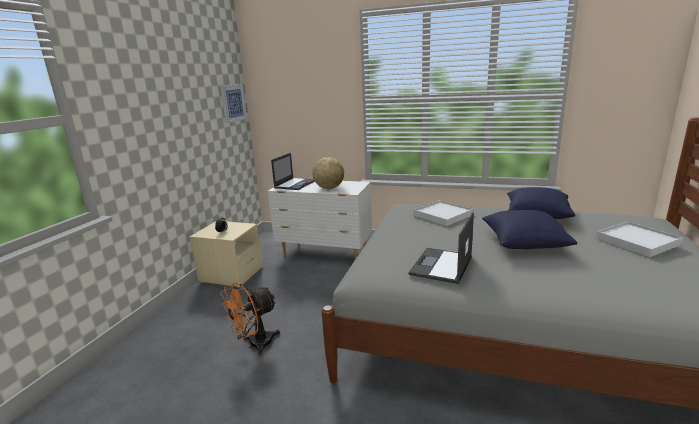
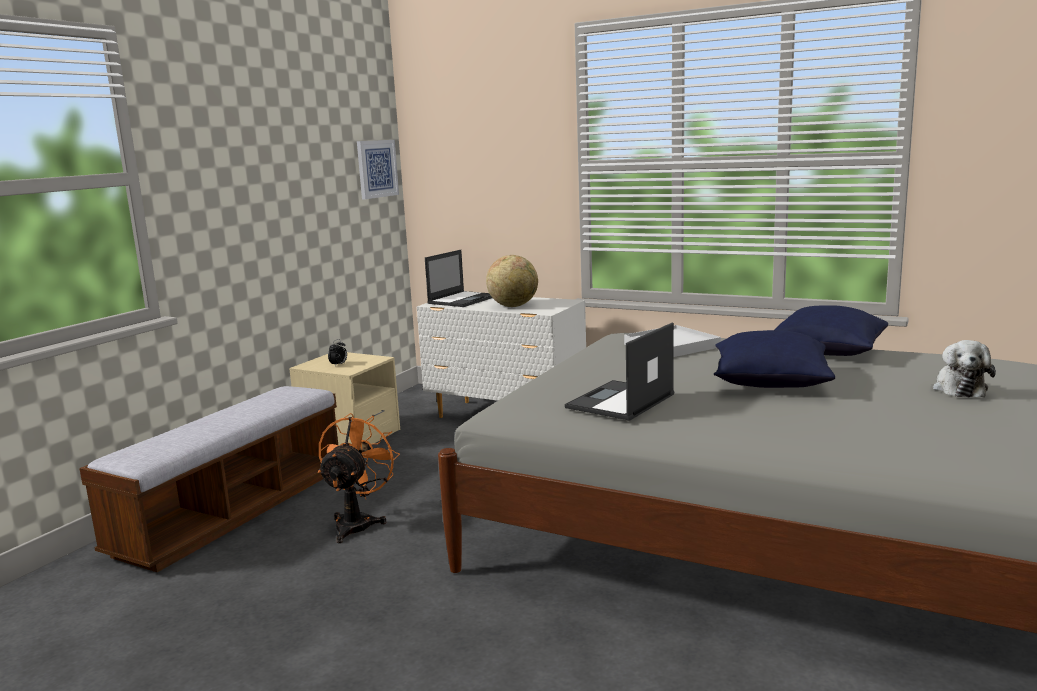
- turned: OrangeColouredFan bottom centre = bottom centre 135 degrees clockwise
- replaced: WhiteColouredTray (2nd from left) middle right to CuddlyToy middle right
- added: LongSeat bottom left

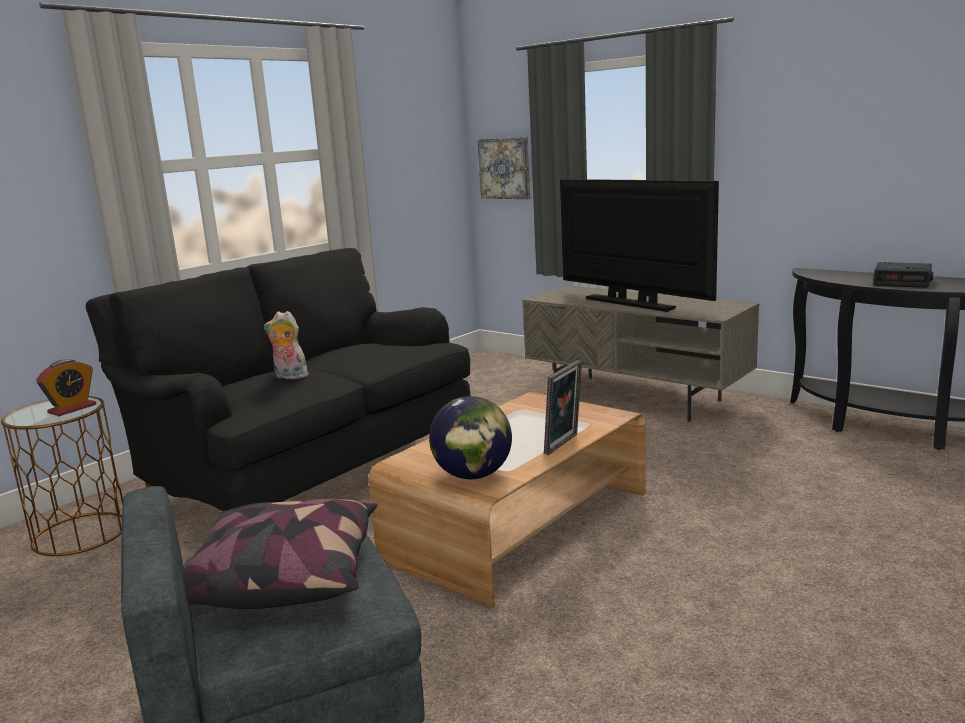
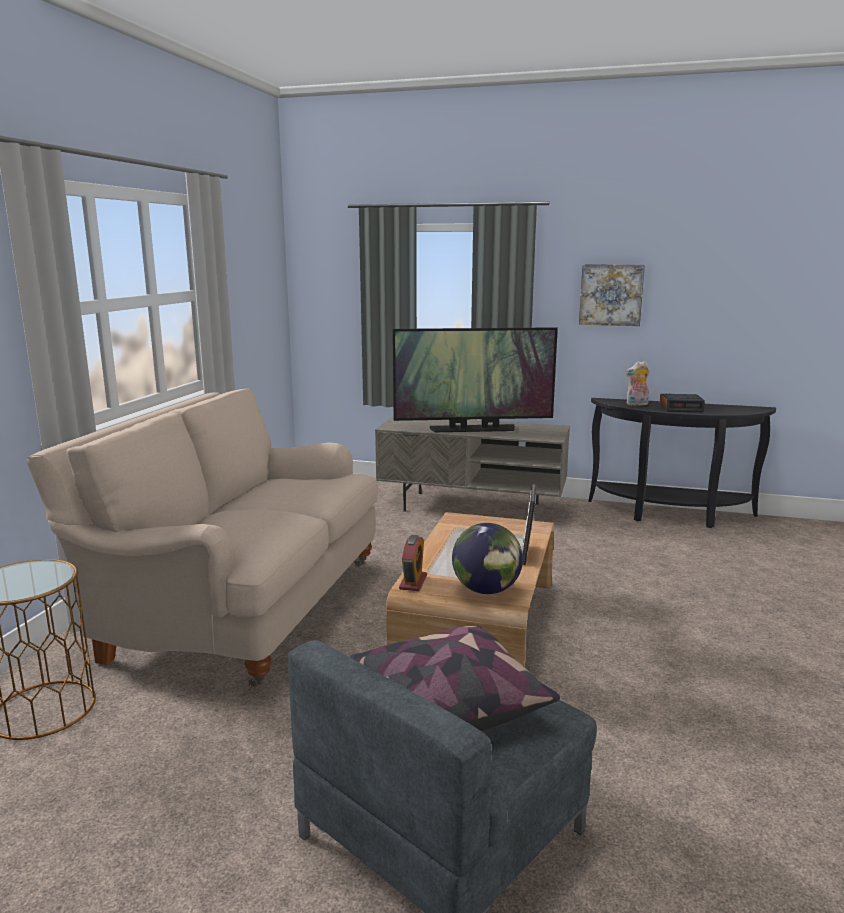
- moved: BedsideClock (1st from left) middle left to centre
- recoloured: BlackSofa middle left to SandColouredSofa middle left
- moved: CuddlyToy middle left to middle right
- moved: WallPicture top centre to top right
- turned: TvSet centre = centre 150 degrees clockwise

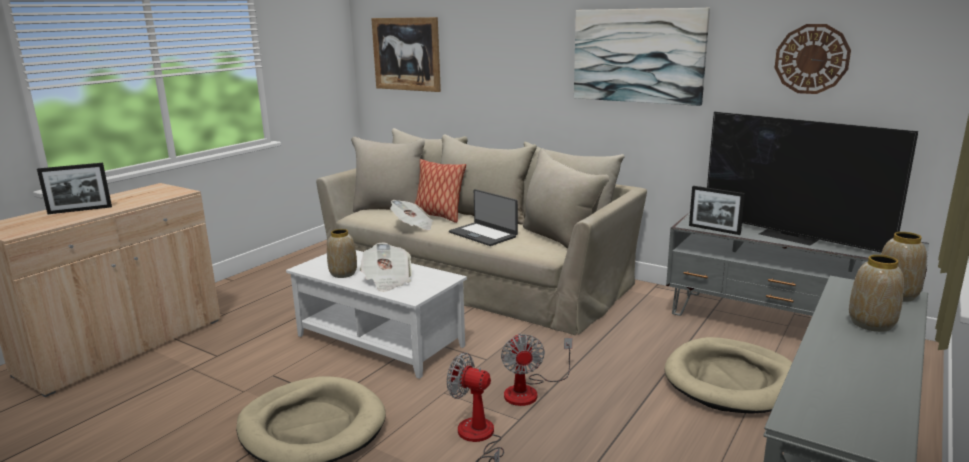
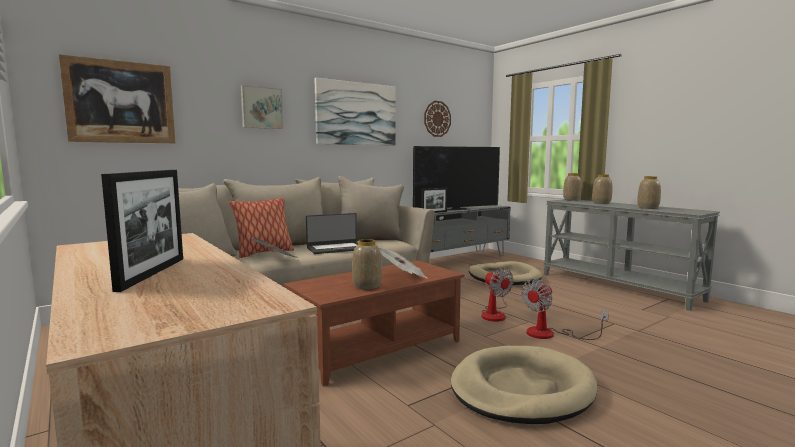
- recoloured: WhiteColouredLoungeTable bottom centre to BrownishLoungeTable bottom centre
- turned: Fan (2nd from left in the first image) bottom centre = centre 45 degrees clockwise
- added: WallPicture (2nd from left) top left
- added: Vase (4th from left) middle right

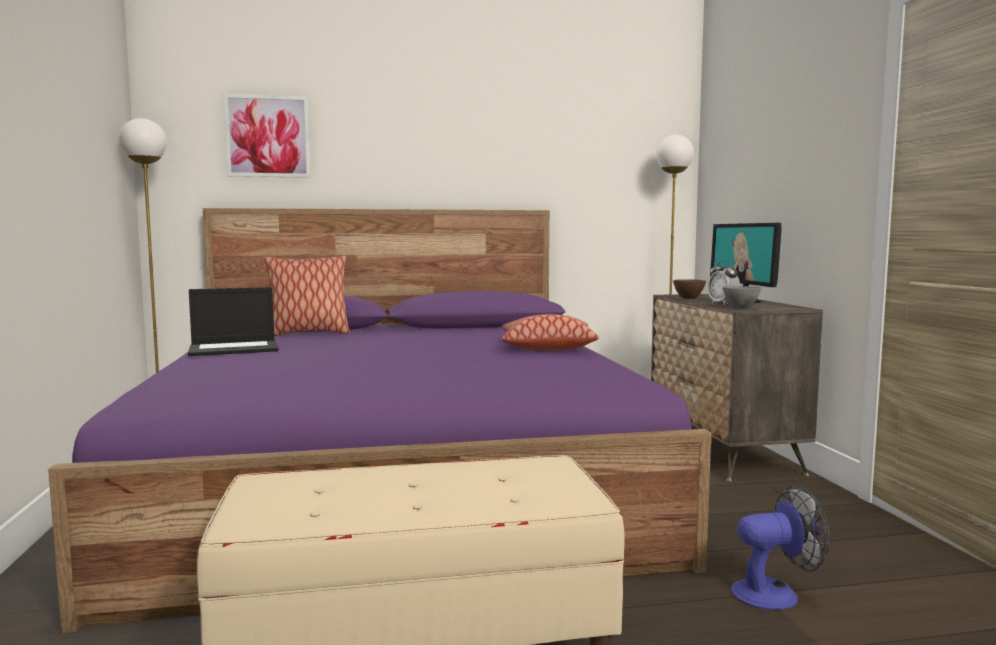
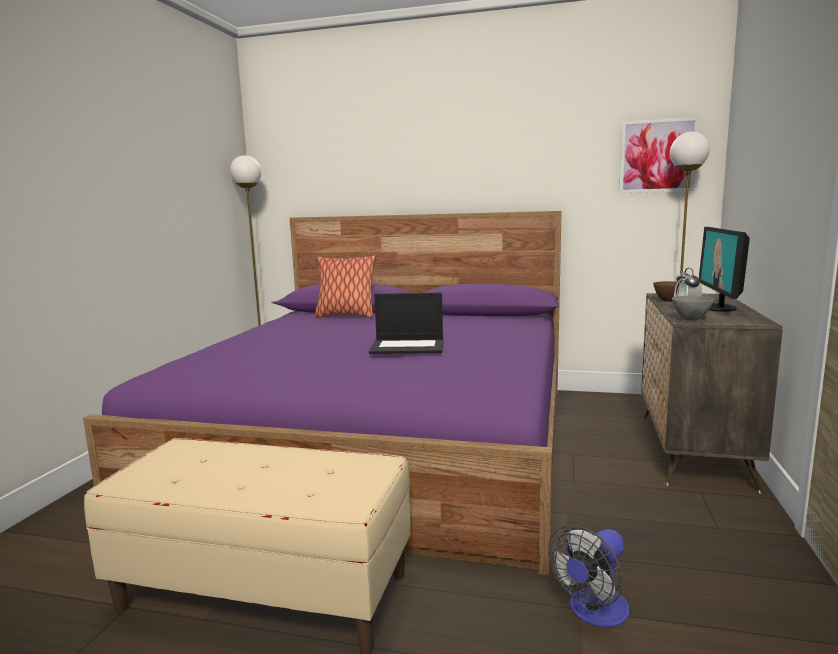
- moved: NotebookComputer middle left to centre
- moved: WallPicture top left to top right
- removed: Pillow (2nd from left) centre
- turned: Fan bottom right = bottom right 120 degrees clockwise

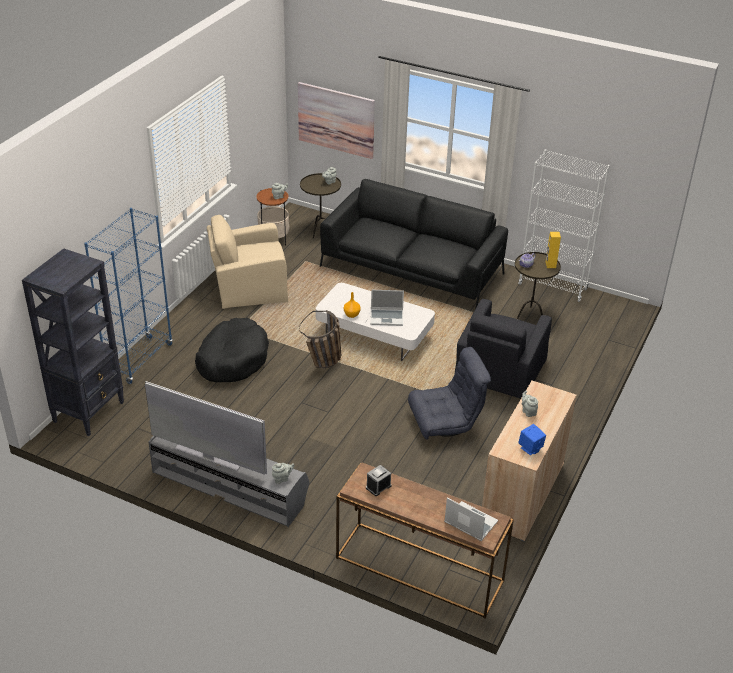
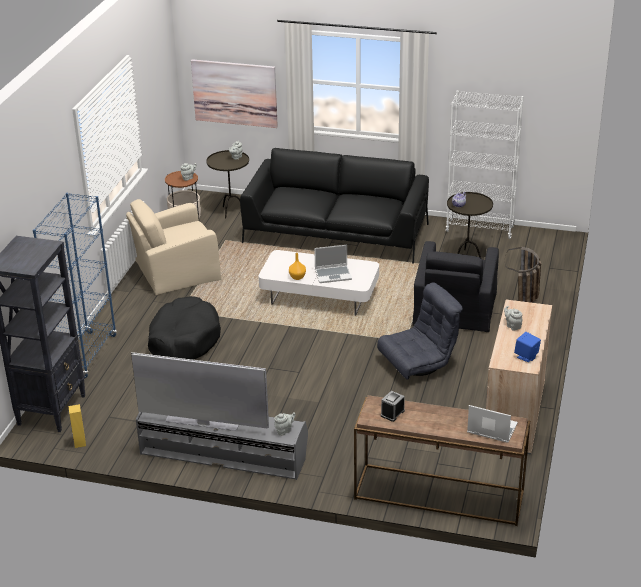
- moved: Basket centre to middle right
- moved: YellowColouredLoudspeaker middle right to bottom left

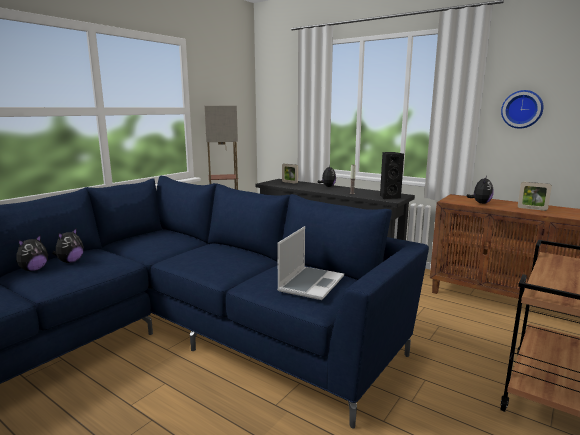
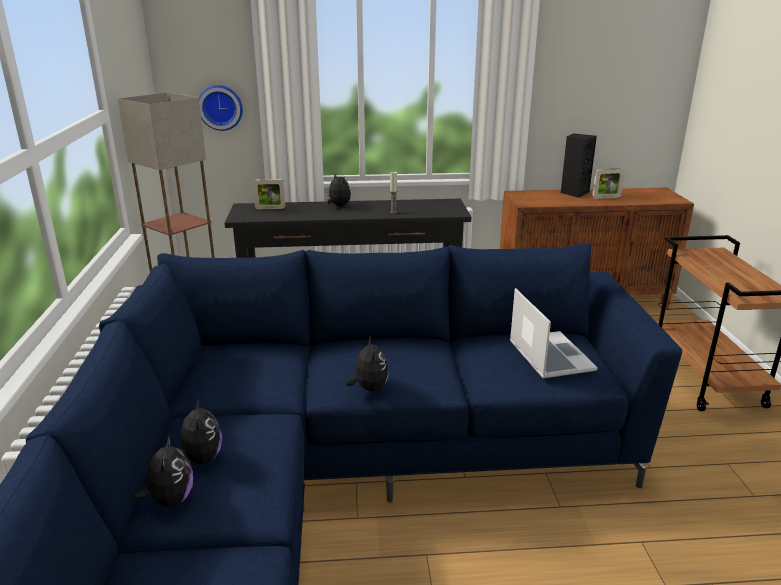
- moved: BlackLoudspeaker middle right to top right
- moved: CuddlyToy (4th from left) middle right to centre
- moved: HangingClock top right to top left

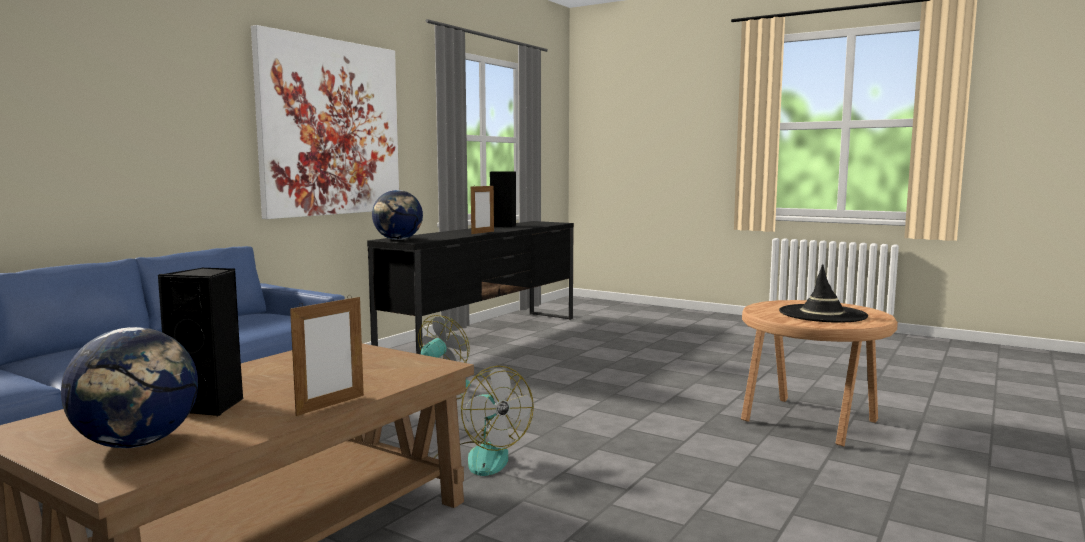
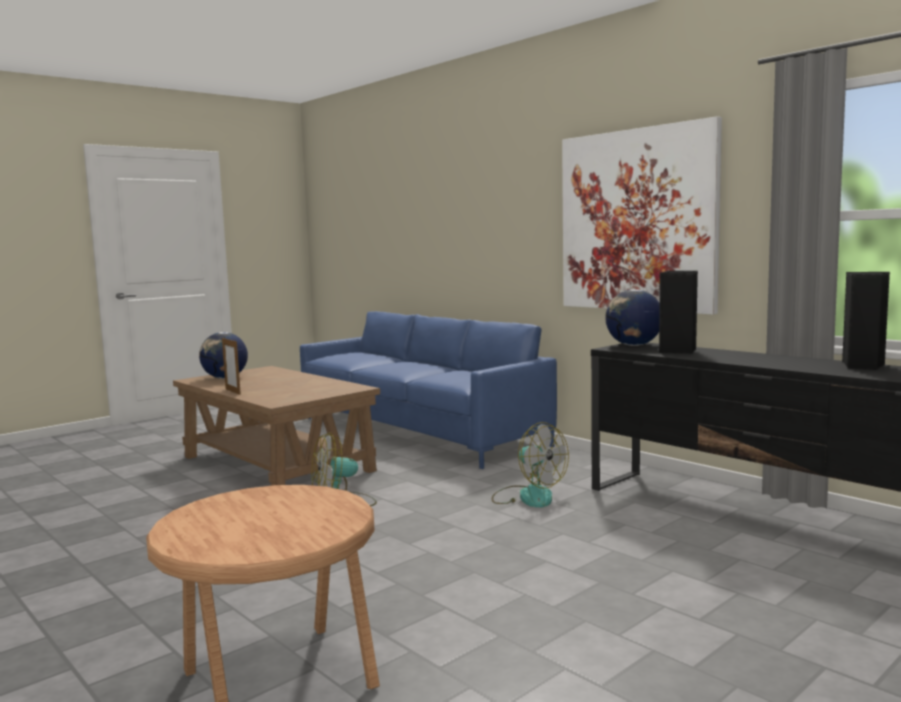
- moved: BlackLoudspeaker (1st from left) middle left to middle right
- removed: PhotoFrame (2nd from left) centre
- removed: BlackHat middle right

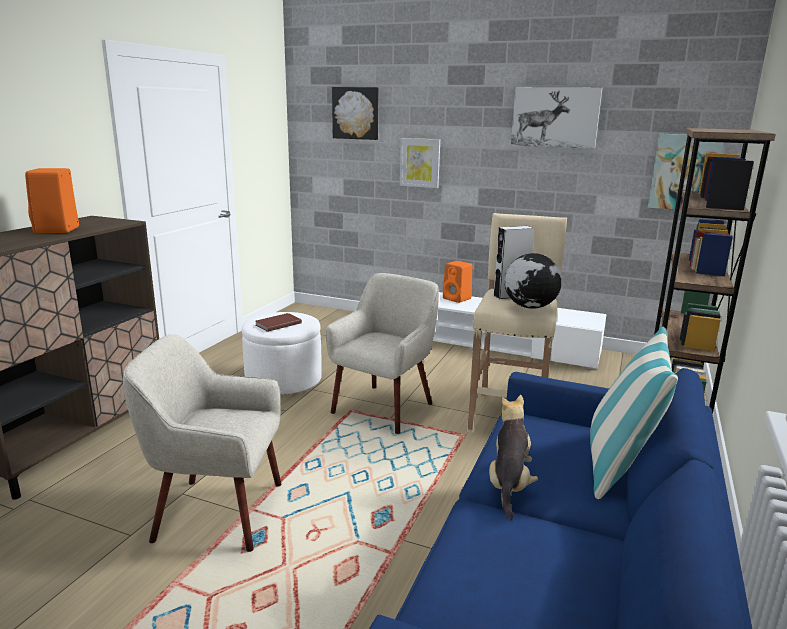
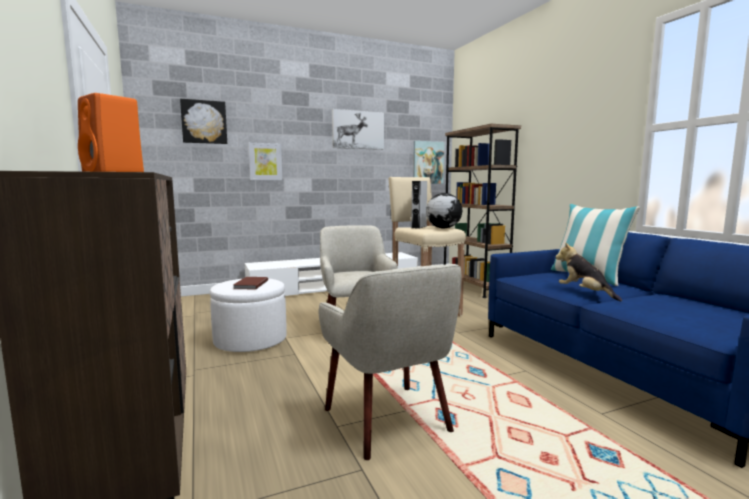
- turned: SandColouredArmchair (1st from left in the first image) bottom left = bottom centre 75 degrees counterclockwise
- removed: OrangeColouredLoudspeaker (2nd from left) centre

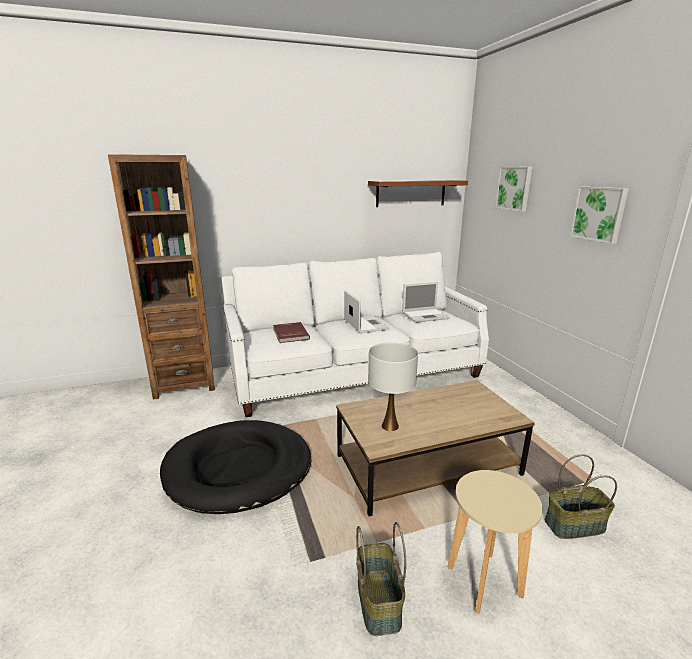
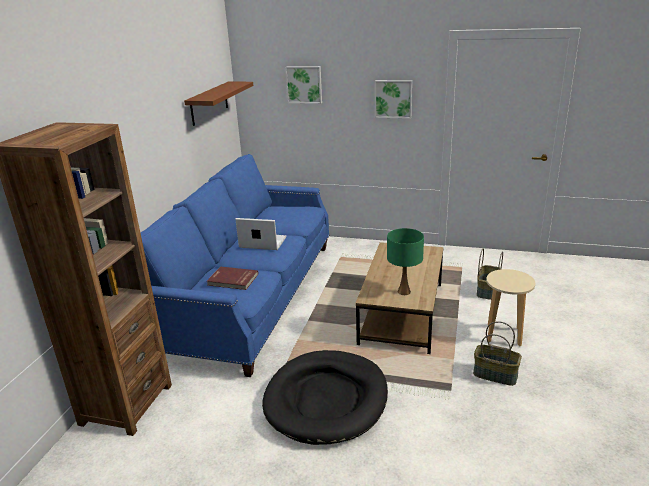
- recoloured: WhiteColouredSofa centre to BluishSofa centre
- recoloured: WhiteColouredLampForATable centre to GreenLampForATable centre
- removed: NotebookComputer (2nd from left) centre

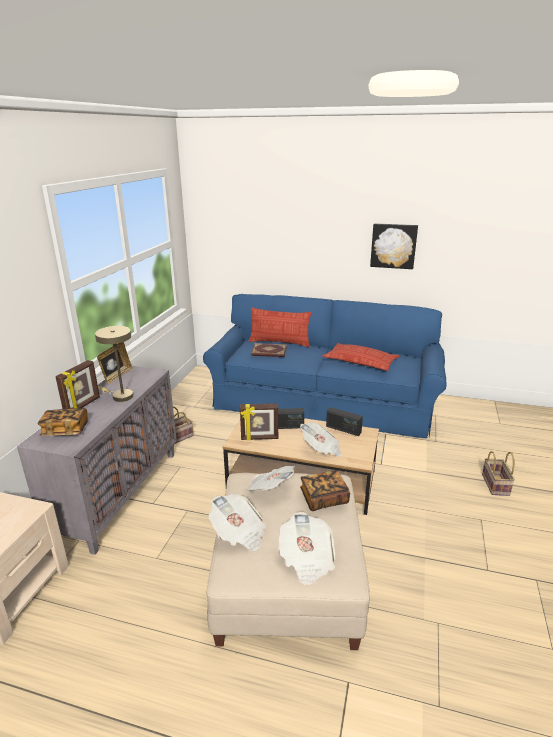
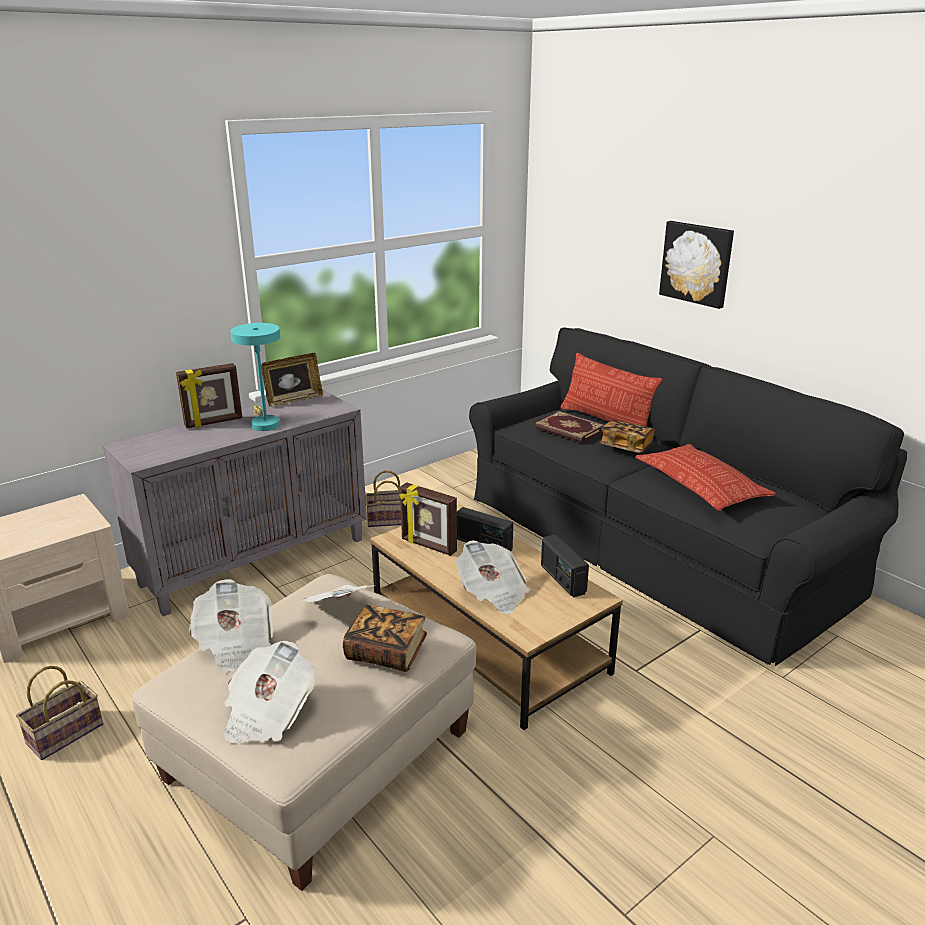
- moved: Volume (1st from left in the first image) middle left to Volume (3rd from left) middle right
- recoloured: SandColouredLampForATable middle left to BlueGreenLampForATable middle left
- recoloured: BluishSofa centre to BlackSofa middle right
- moved: WallPicture middle right to top right
- moved: Basket (2nd from left in the first image) middle right to Basket (1st from left) bottom left

